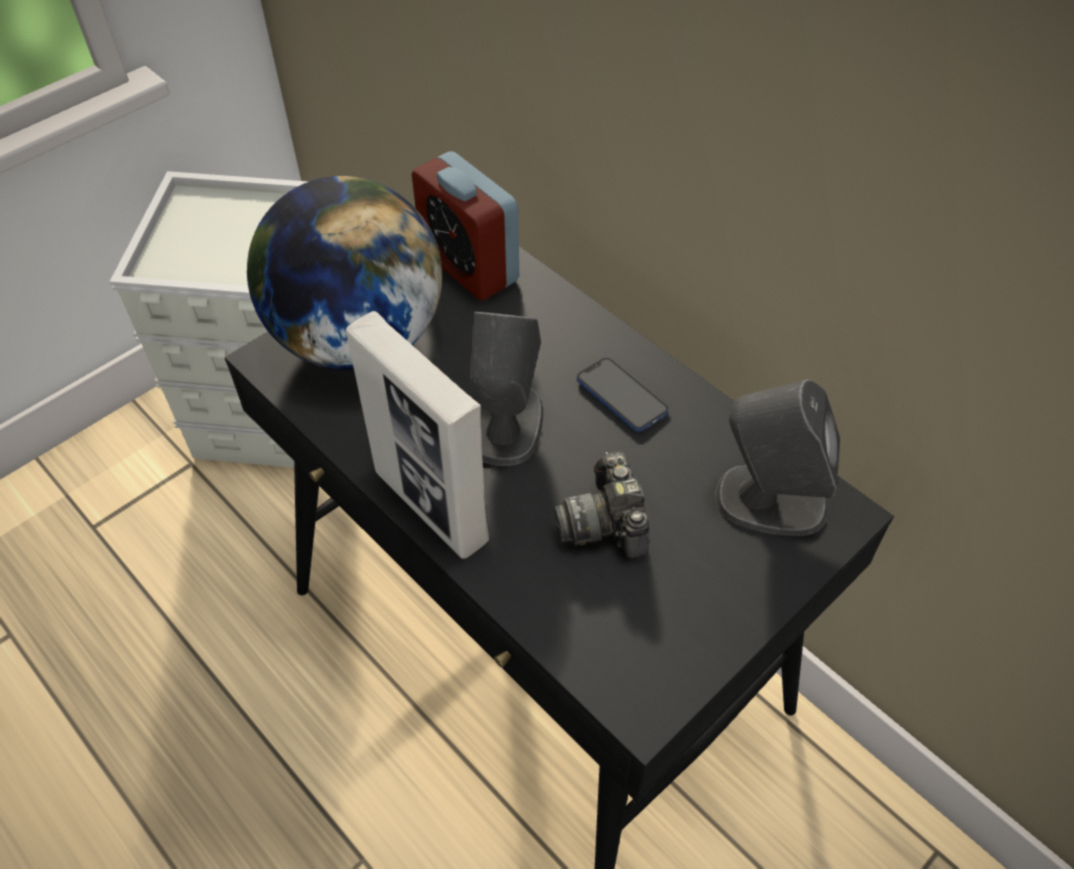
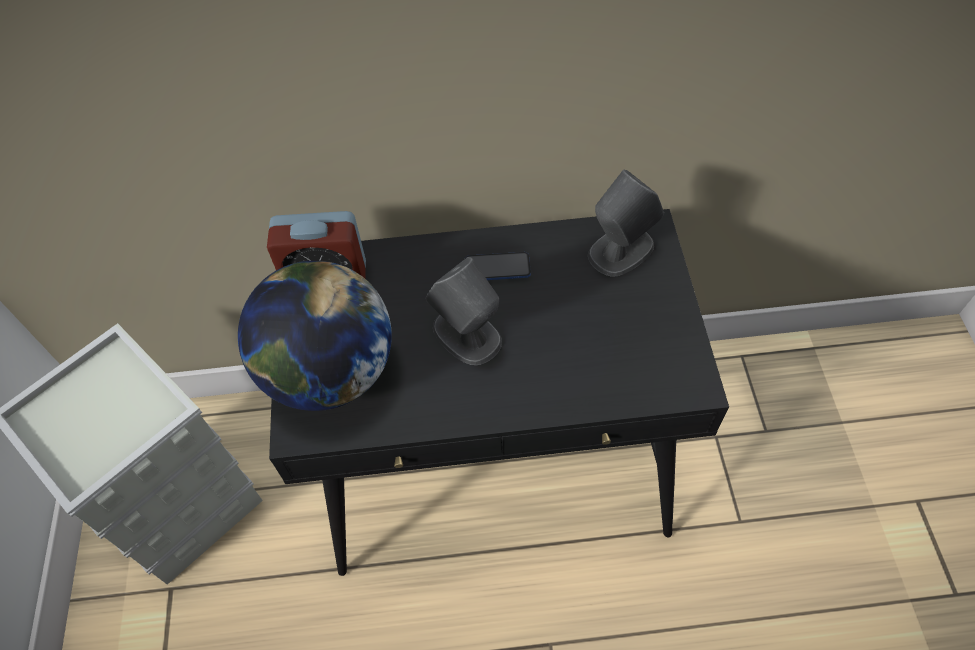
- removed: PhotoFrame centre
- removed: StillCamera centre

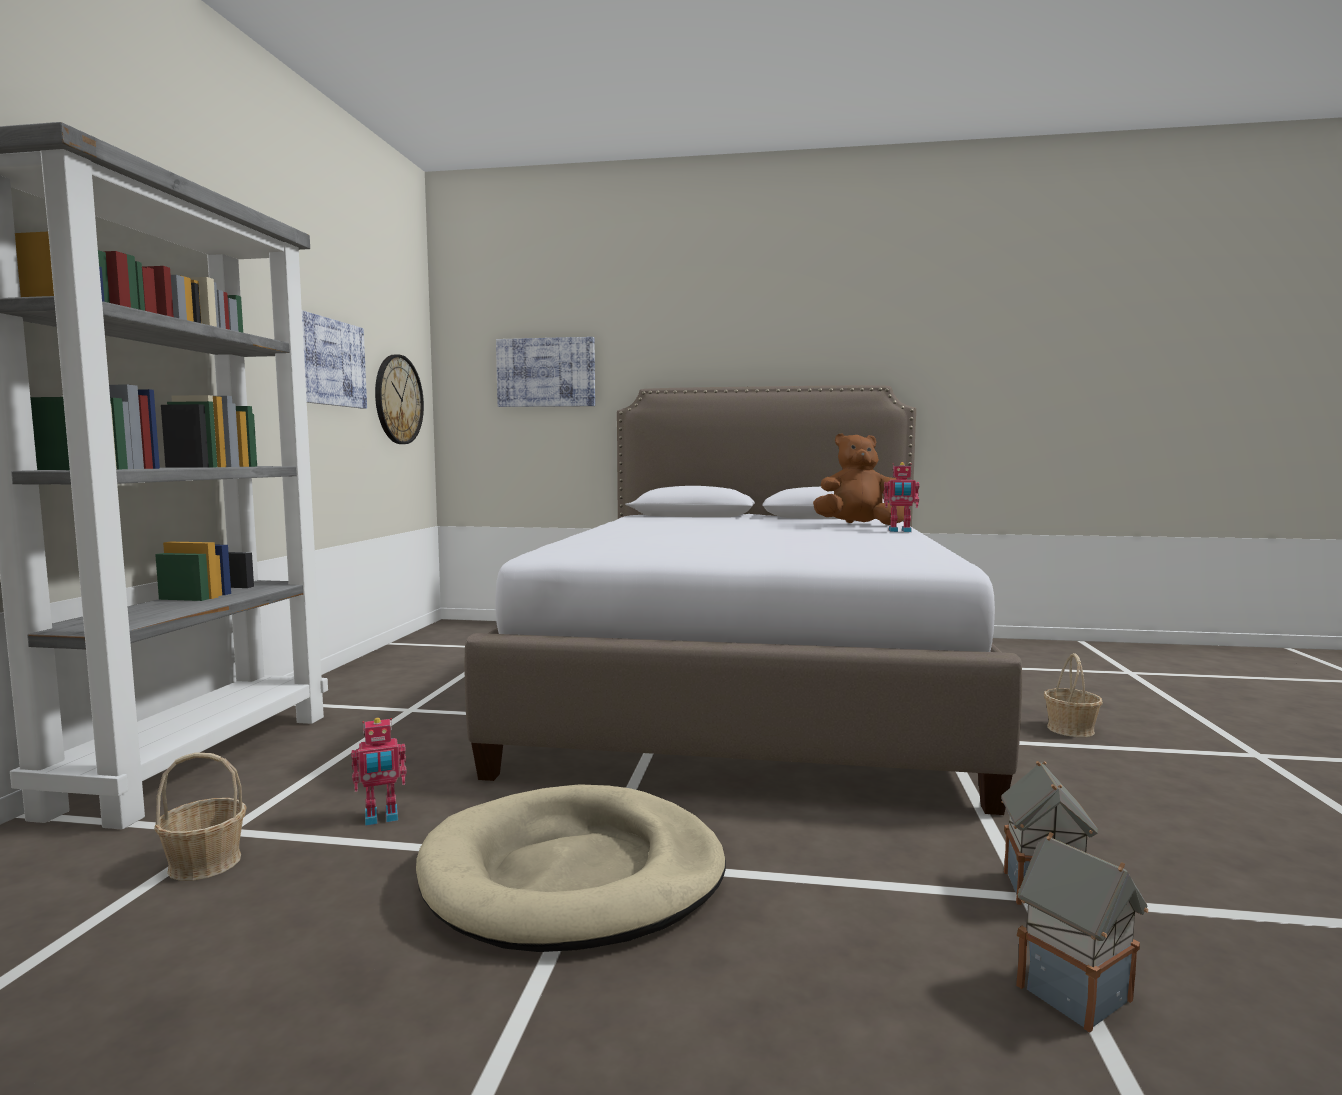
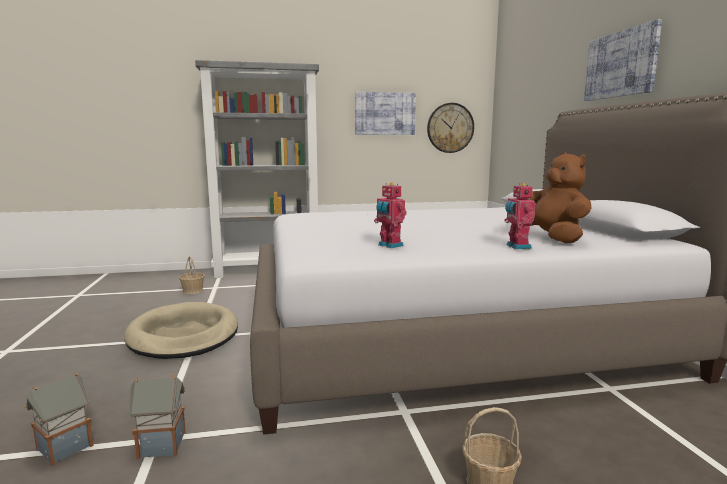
- moved: ModelRobot (1st from left) bottom left to centre
- moved: WallPicture (2nd from left) centre to top right

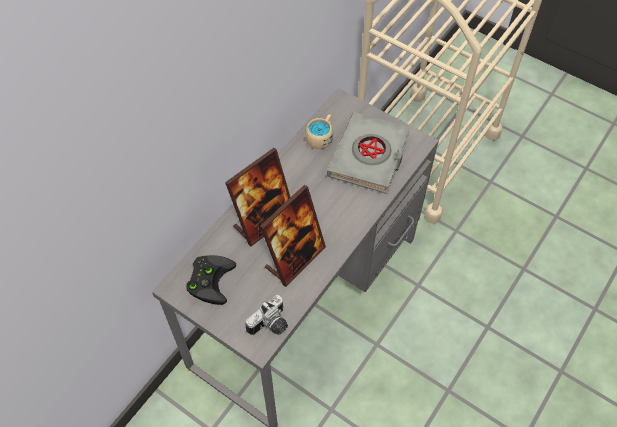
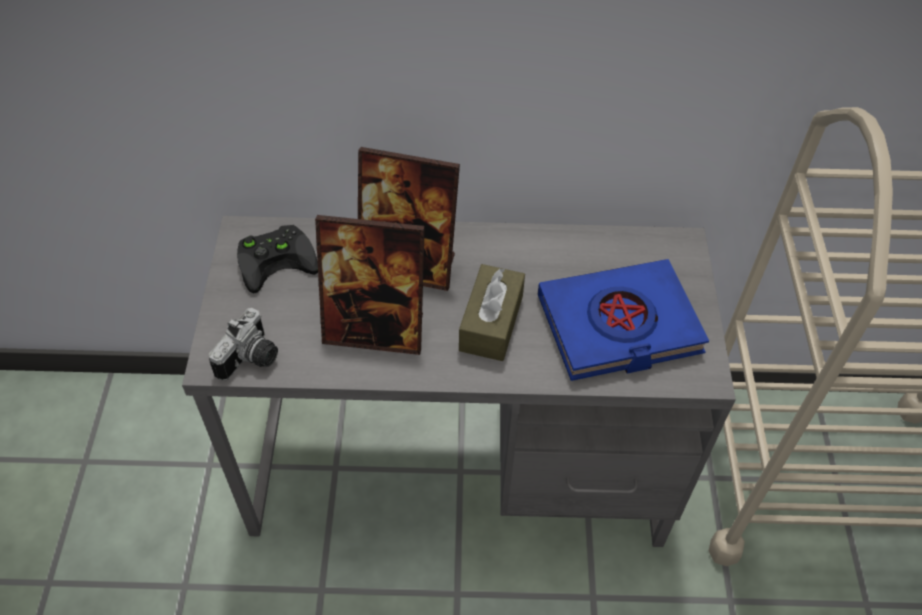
- turned: StillCamera bottom centre = middle left 75 degrees counterclockwise
- removed: SandColouredTeaMug top centre
- recoloured: GreyishVolume centre to BluishVolume middle right
- added: BrownishTissueBox centre

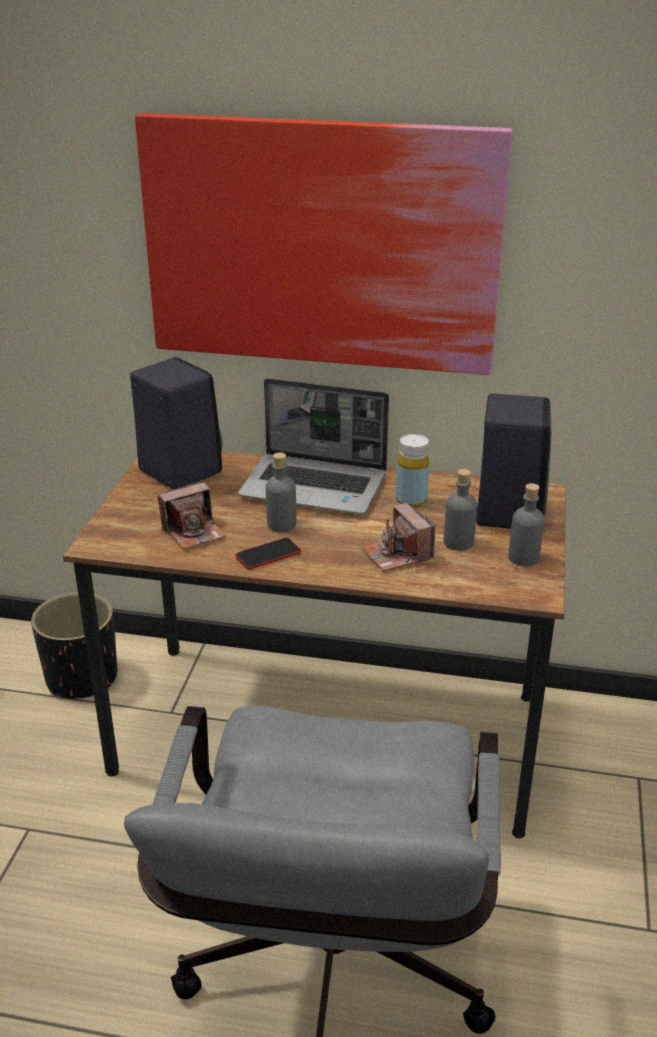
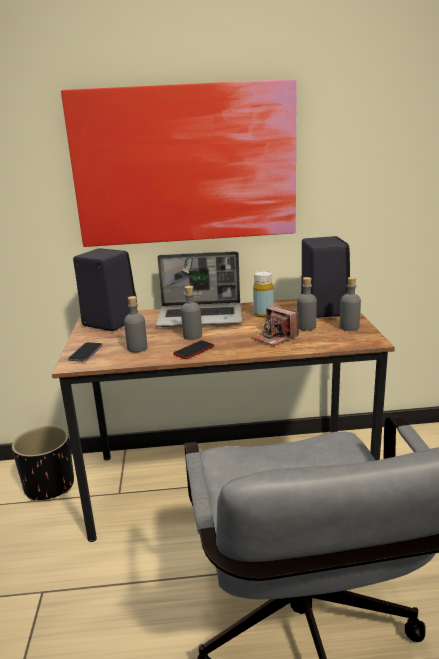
- replaced: StillCamera (1st from left) middle left to GreyishBeverageBottle (1st from left) middle left
- added: Telephone (1st from left) middle left

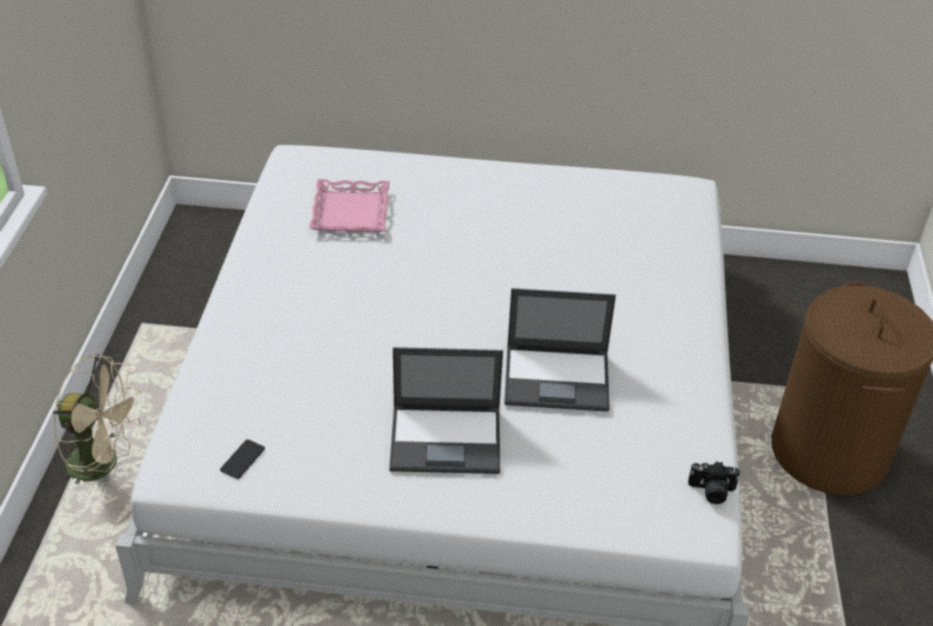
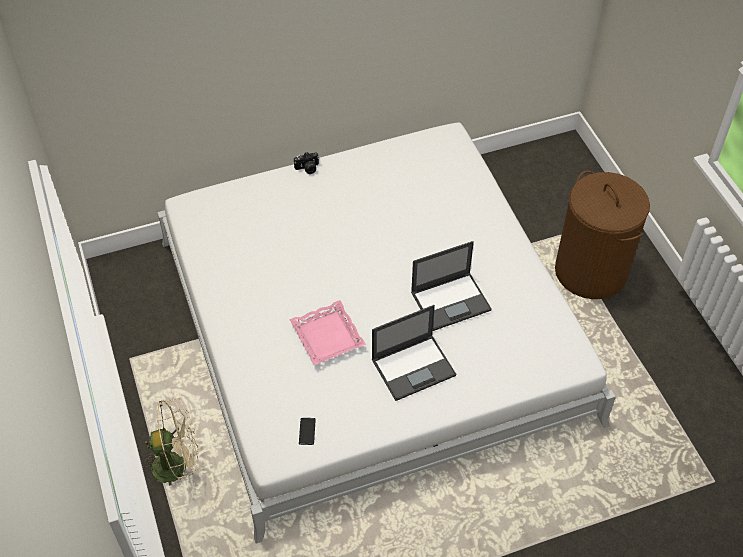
- moved: PinkColouredTray top centre to centre
- moved: StillCamera bottom right to top centre

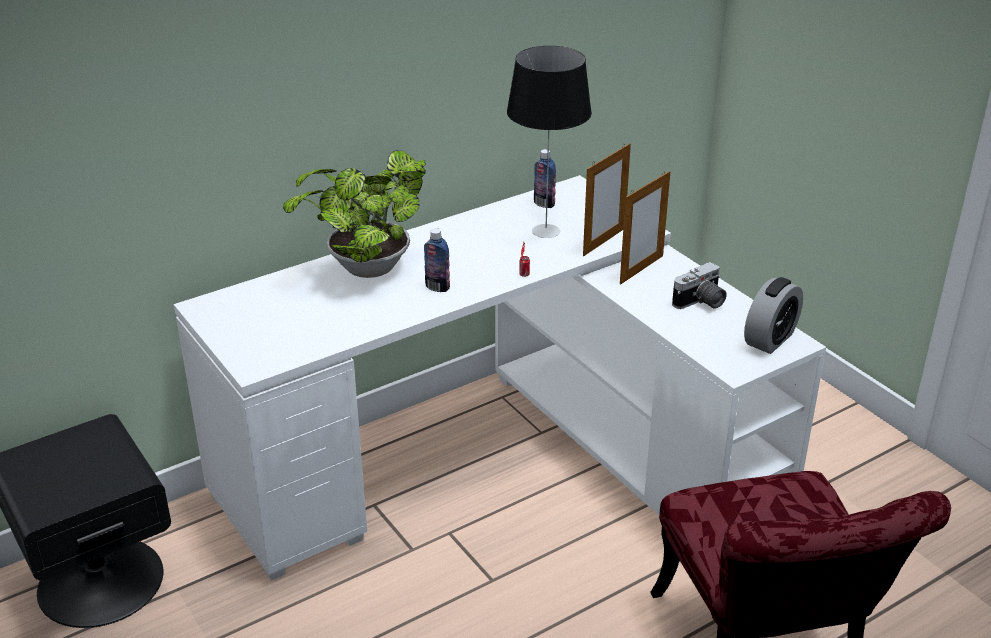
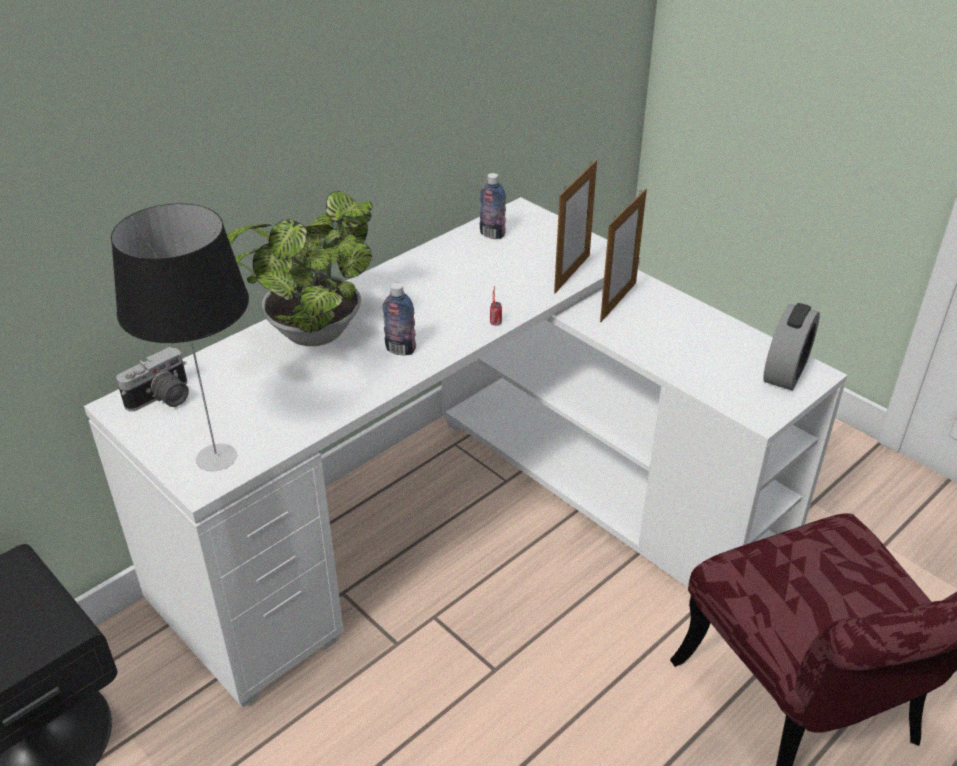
- moved: LampForATable top centre to middle left
- moved: StillCamera middle right to middle left

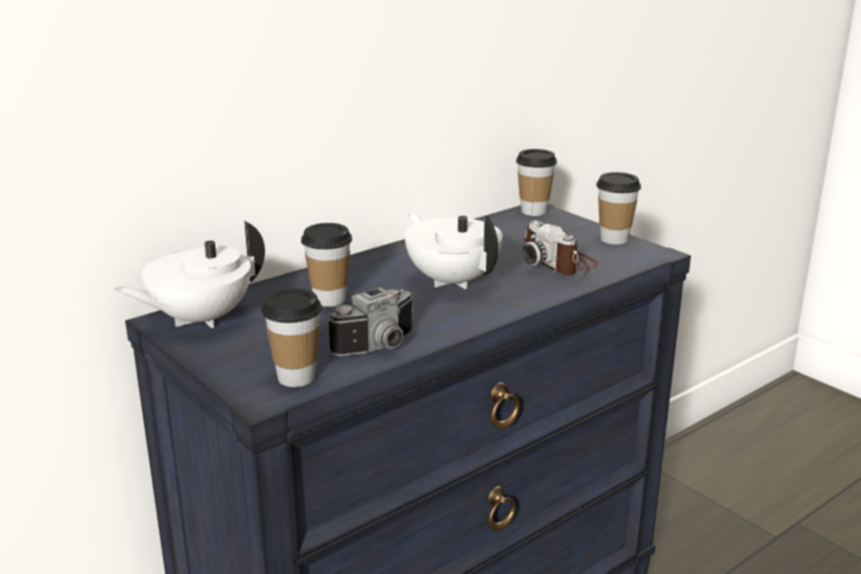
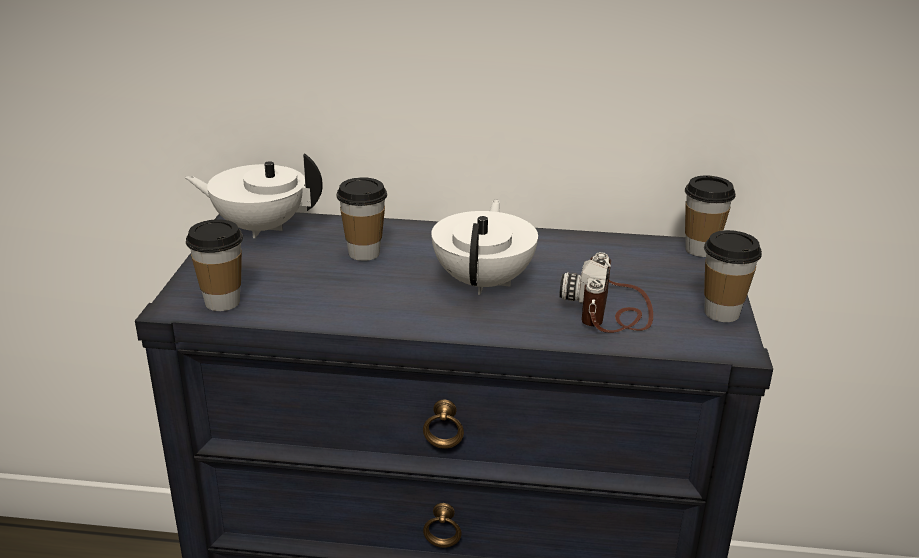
- removed: StillCamera (1st from left) centre

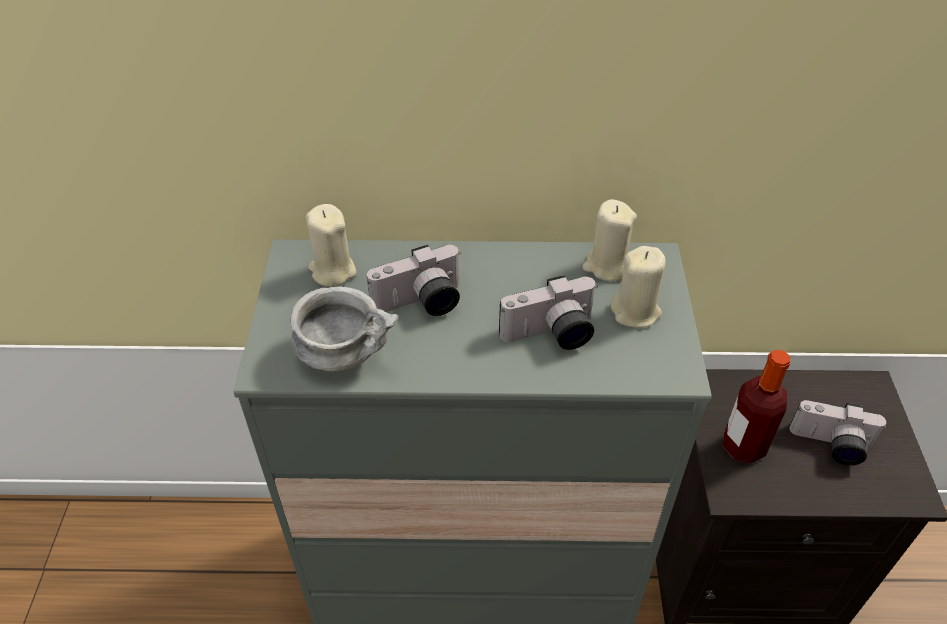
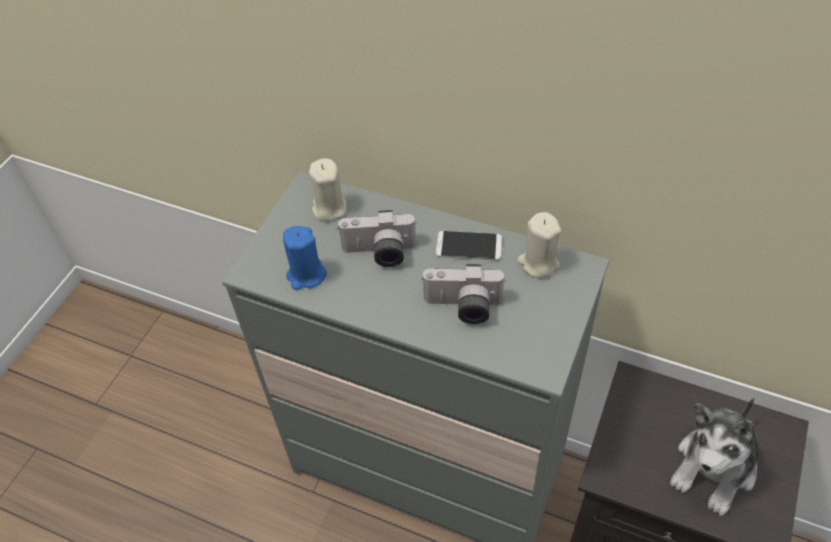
- replaced: GreyishDeepDish centre to BluishWaxLight centre
- removed: SandColouredWaxLight (3rd from left) middle right
- removed: BeverageBottle middle right
- replaced: StillCamera (3rd from left) bottom right to CuddlyToy bottom right
- added: Telephone centre

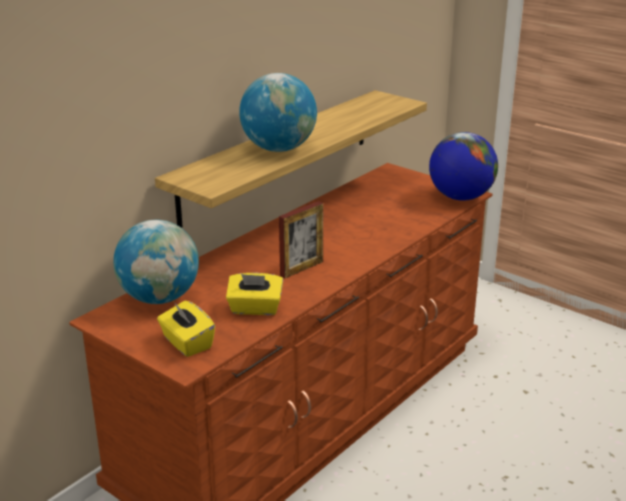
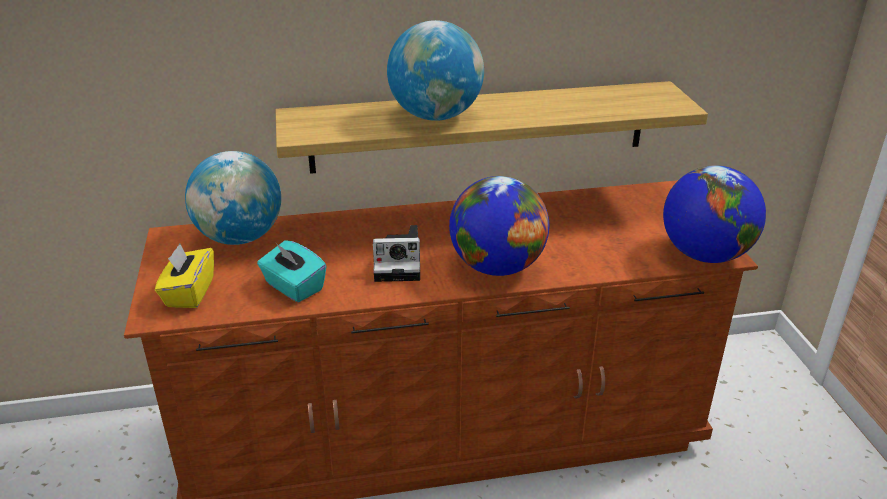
- recoloured: YellowColouredTissueBox (2nd from left) centre to BlueGreenTissueBox middle left
- replaced: PhotoFrame centre to StillCamera centre
- added: DeskGlobe (3rd from left) centre

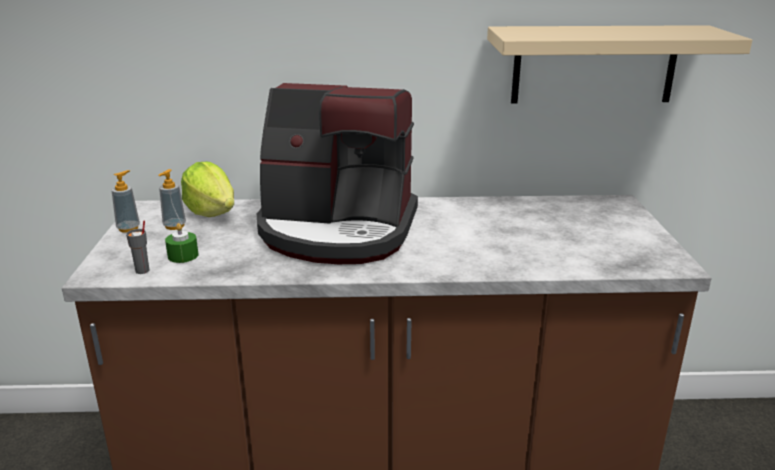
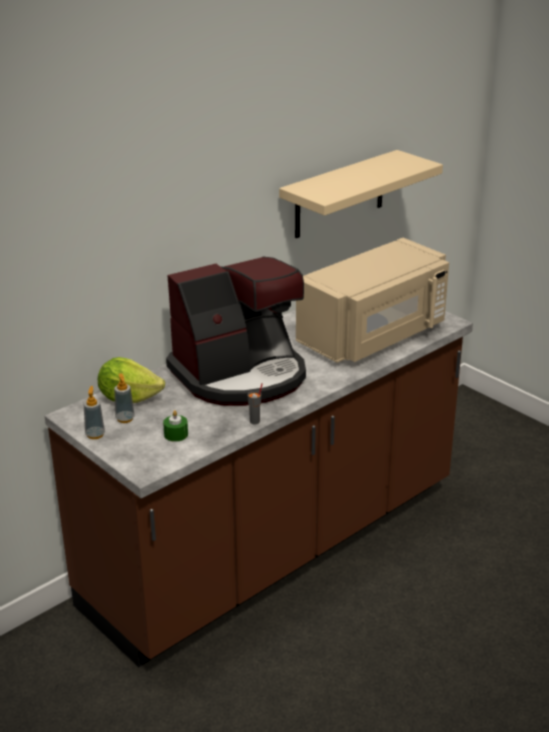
- moved: GreyishSmallCup middle left to centre
- added: SandColouredMicrowaveOven middle right

